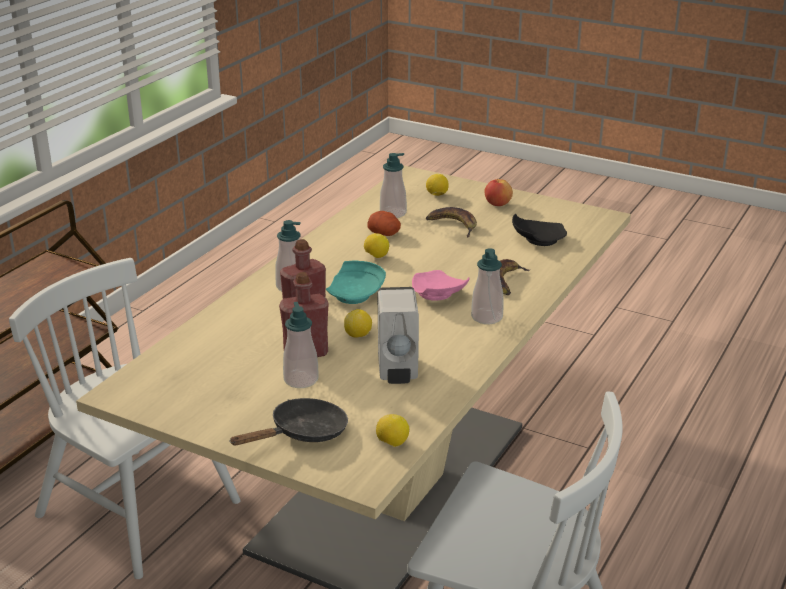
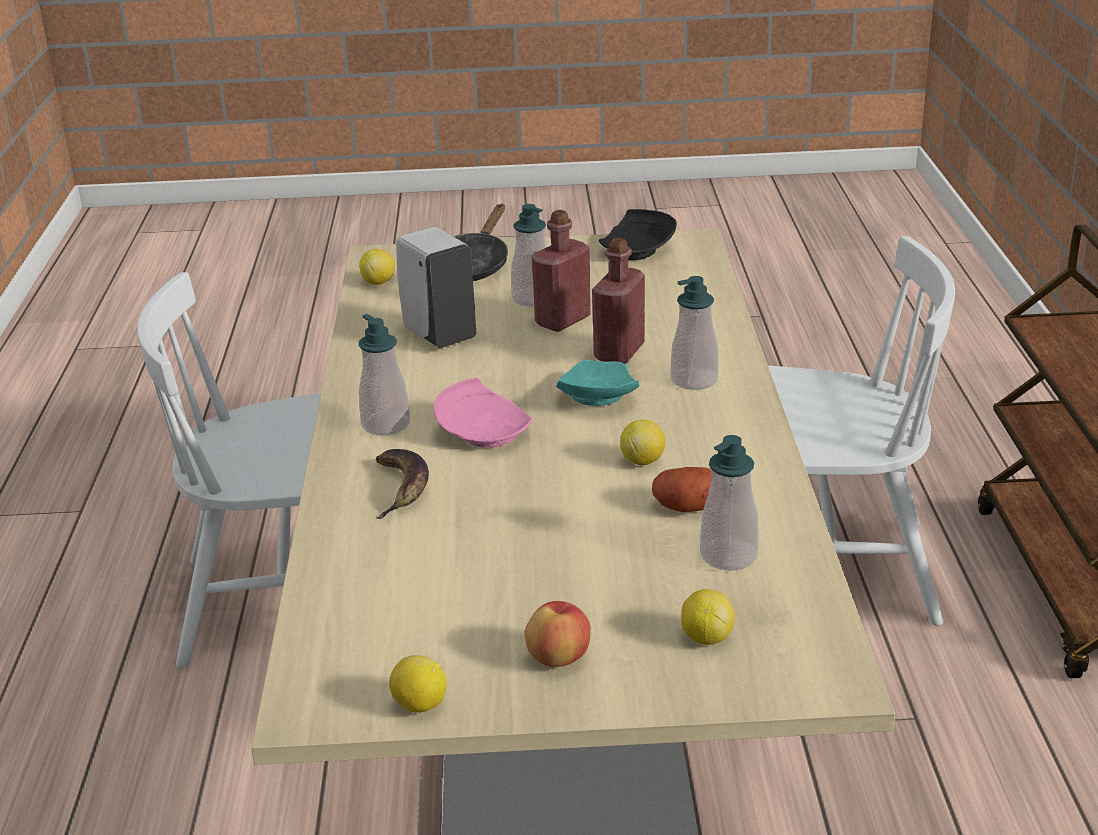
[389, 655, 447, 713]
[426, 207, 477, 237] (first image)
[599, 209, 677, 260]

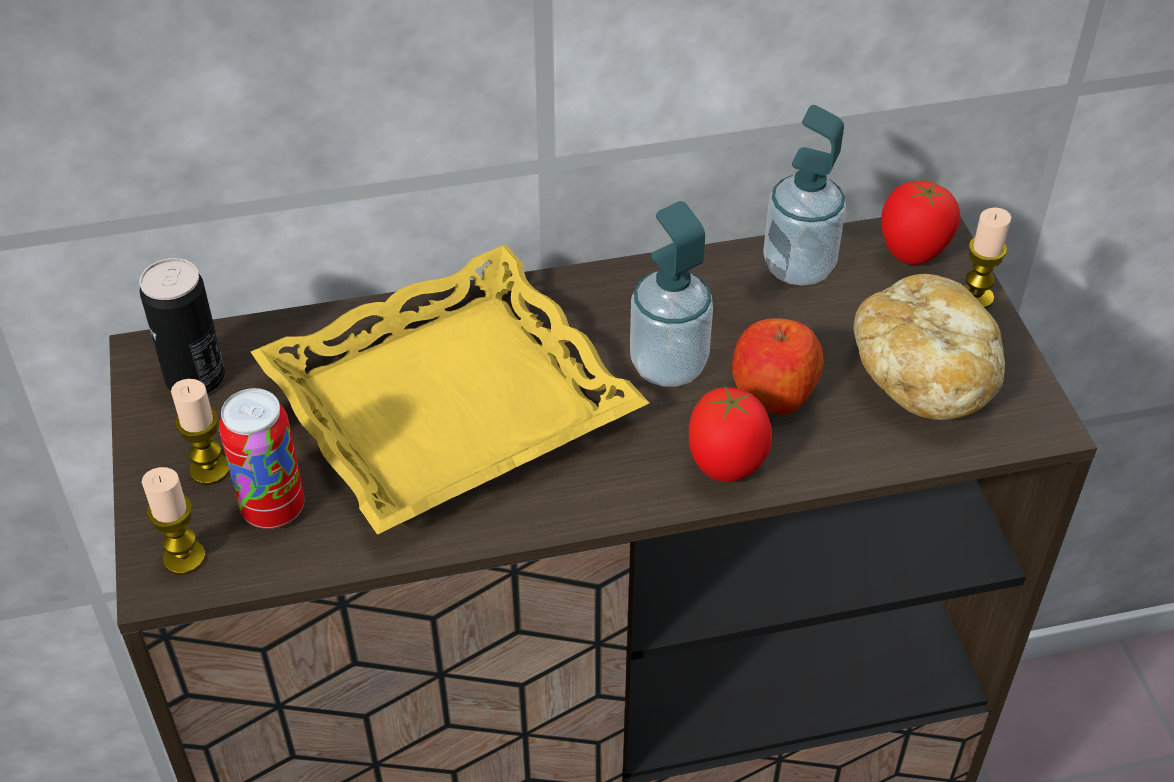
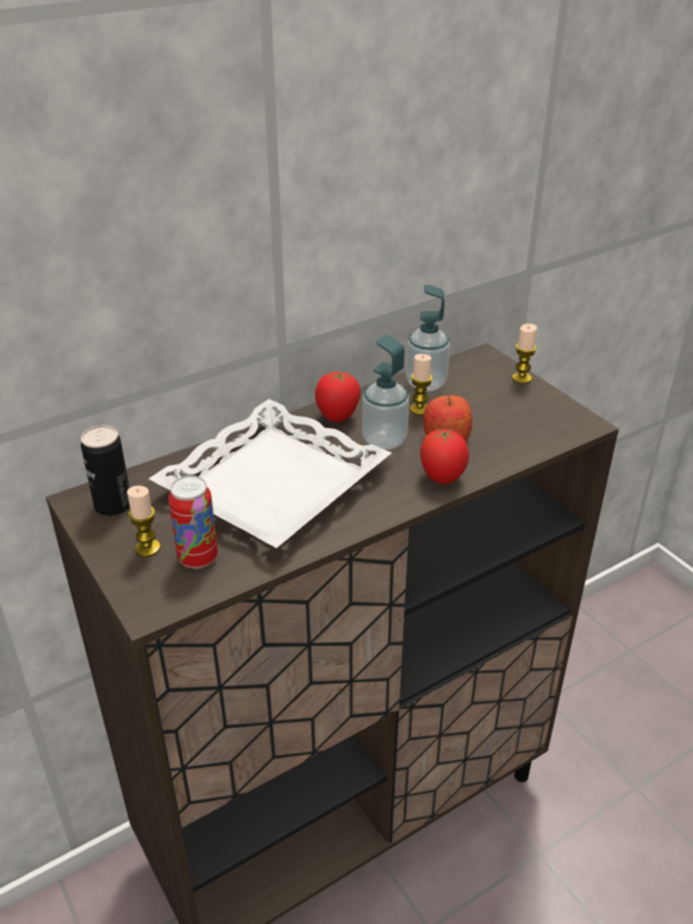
[410, 354, 432, 415]
[149, 399, 391, 548]
[854, 274, 1005, 420] (first image)
[315, 371, 361, 422]

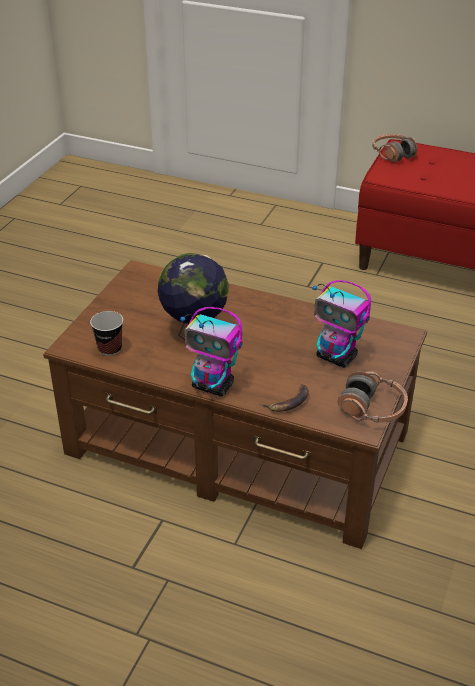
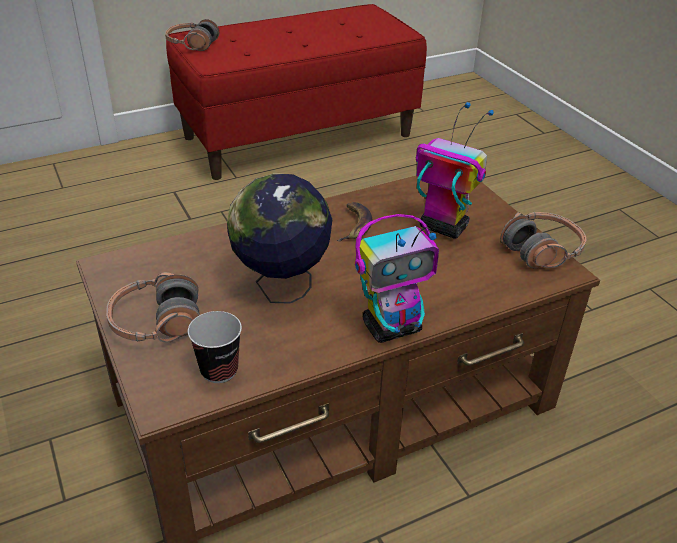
[336, 202, 372, 242]
[416, 102, 494, 239]
[106, 272, 200, 343]

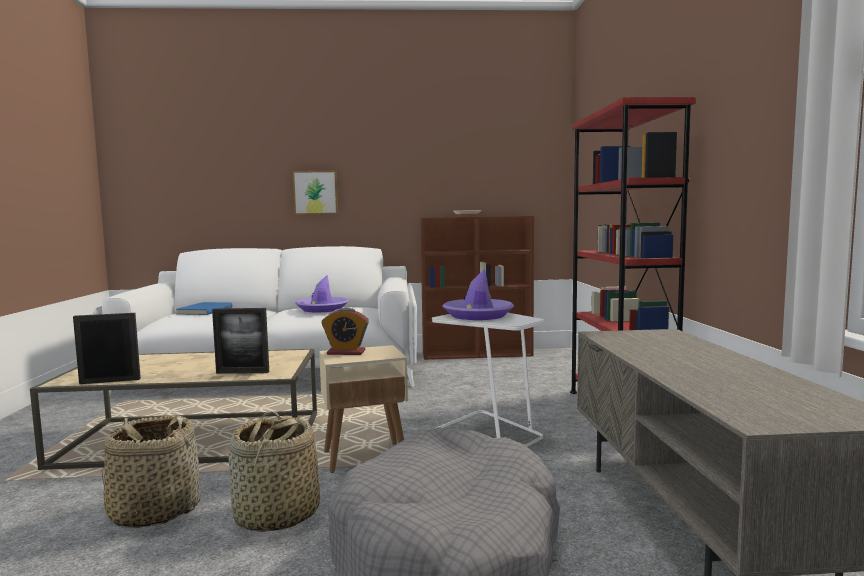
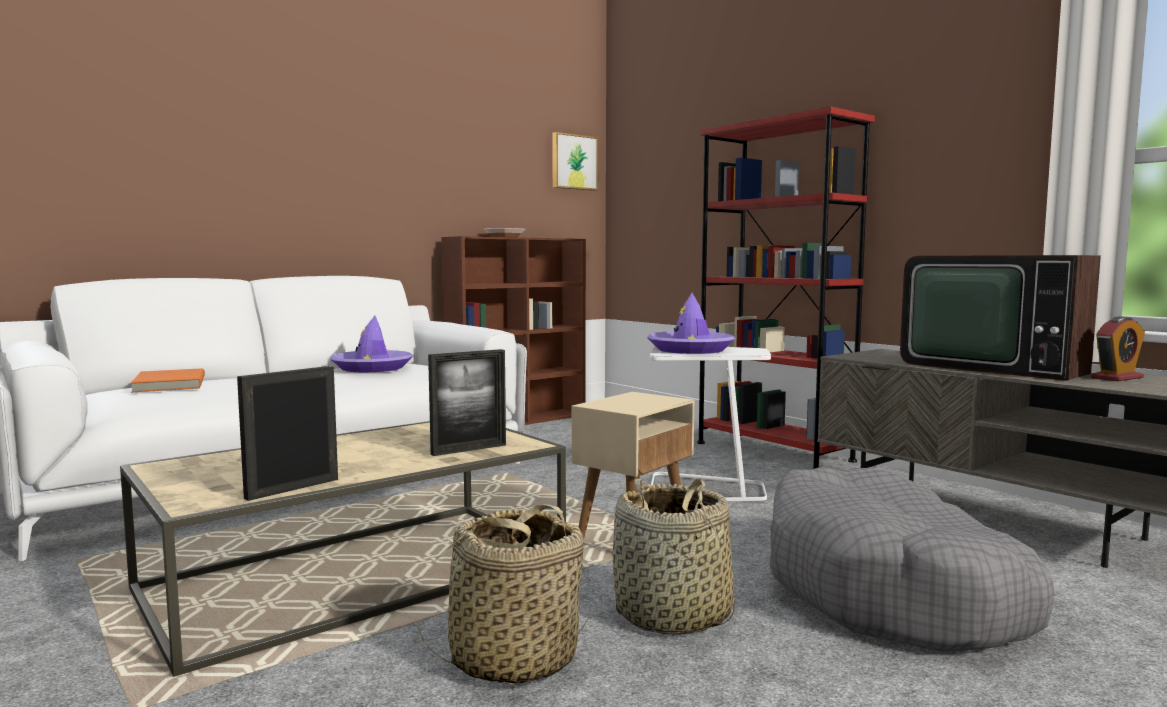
[131, 368, 205, 392]
[552, 132, 598, 191]
[1091, 316, 1145, 381]
[900, 255, 1101, 381]

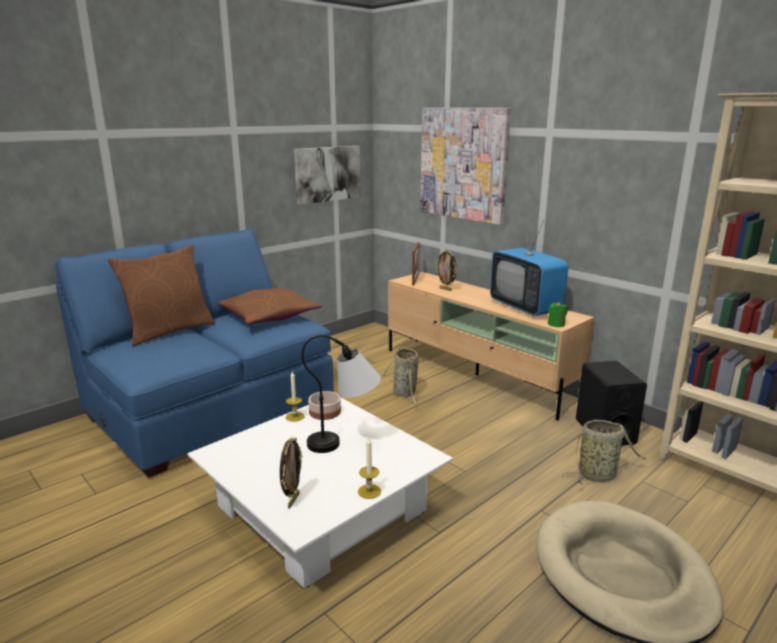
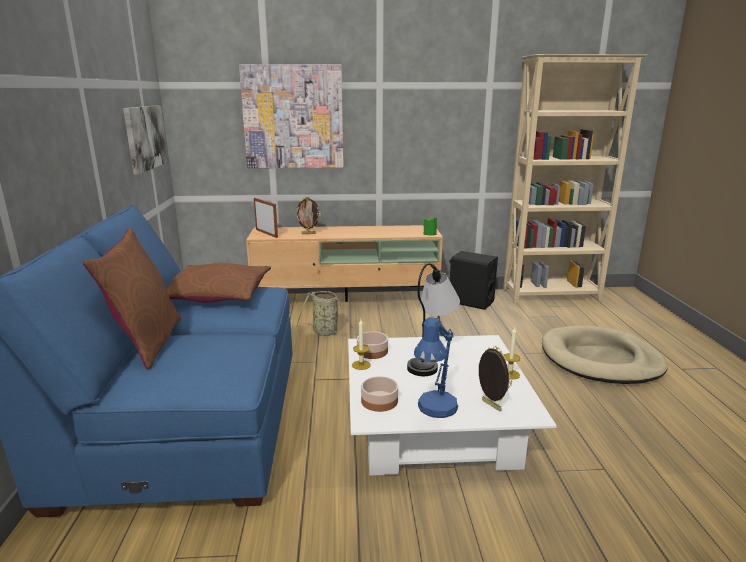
[490, 215, 568, 316] (first image)
[562, 420, 647, 484] (first image)
[361, 376, 398, 412]
[414, 315, 458, 418]

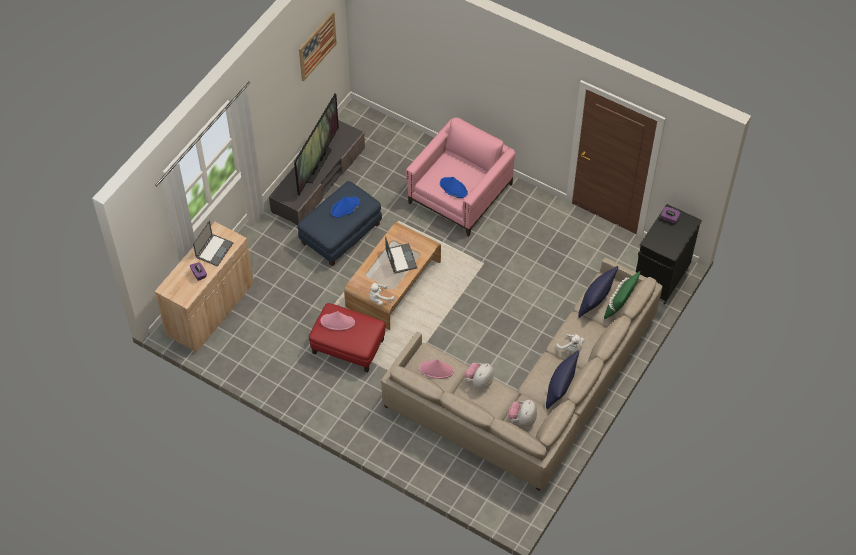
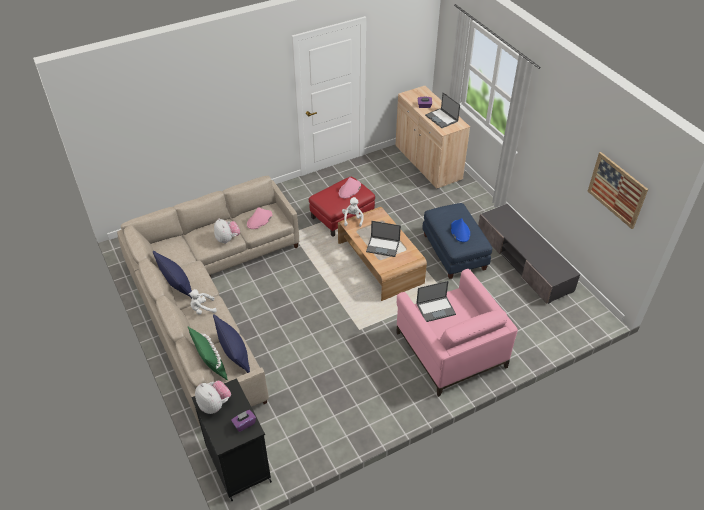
[294, 93, 339, 195] (first image)
[416, 281, 456, 322]
[195, 381, 231, 414]

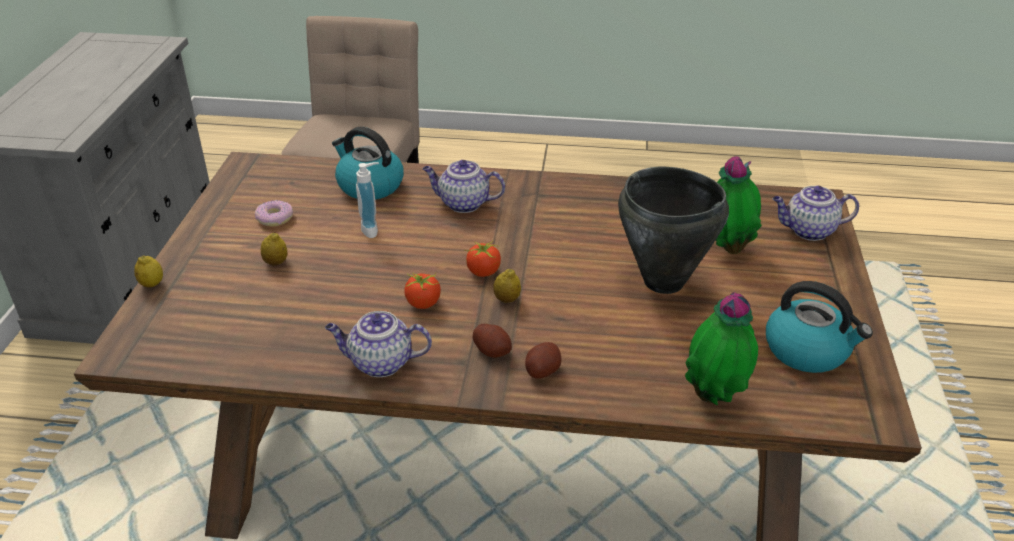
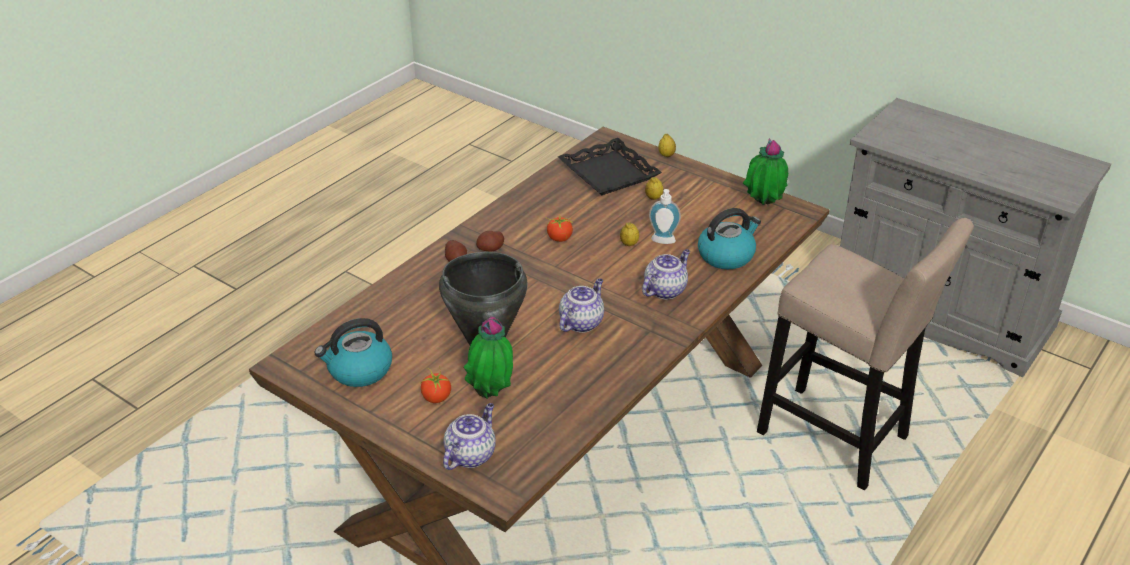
[255, 200, 293, 226] (first image)
[559, 278, 604, 333]
[421, 366, 451, 403]
[620, 222, 639, 246]
[743, 138, 788, 205]
[558, 138, 662, 195]

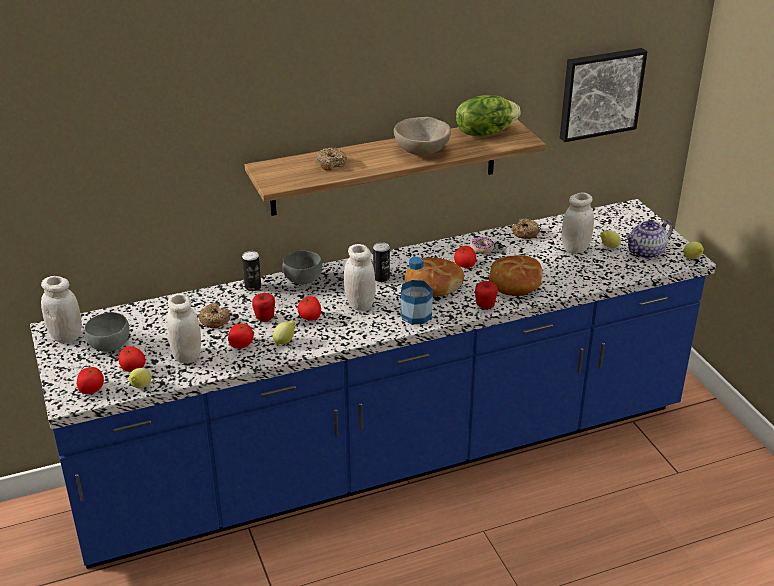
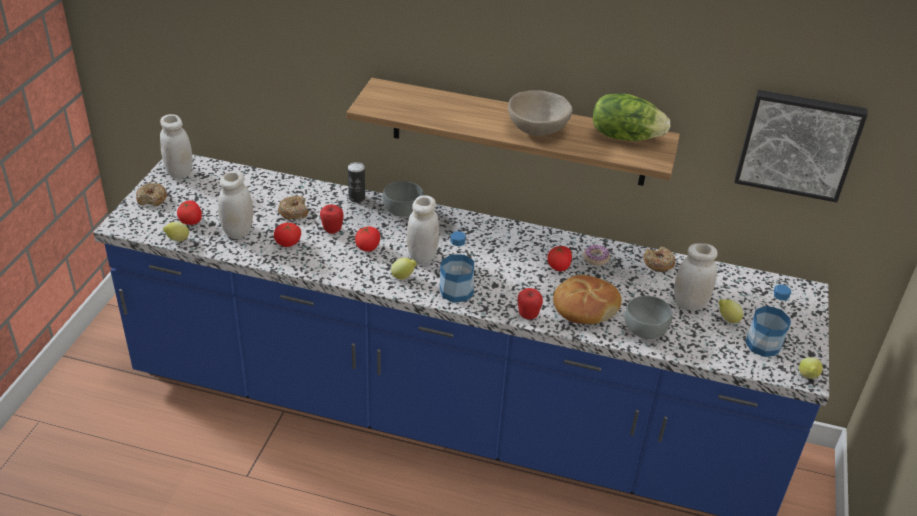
[77, 367, 104, 394] (first image)
[624, 296, 673, 339]
[391, 258, 417, 279]
[136, 183, 167, 207]
[373, 242, 390, 282] (first image)
[404, 257, 464, 297] (first image)
[745, 284, 791, 357]

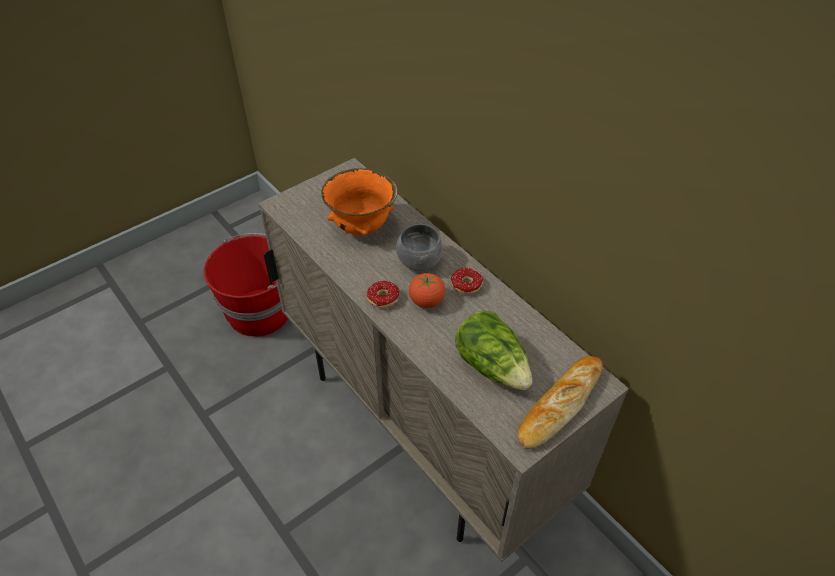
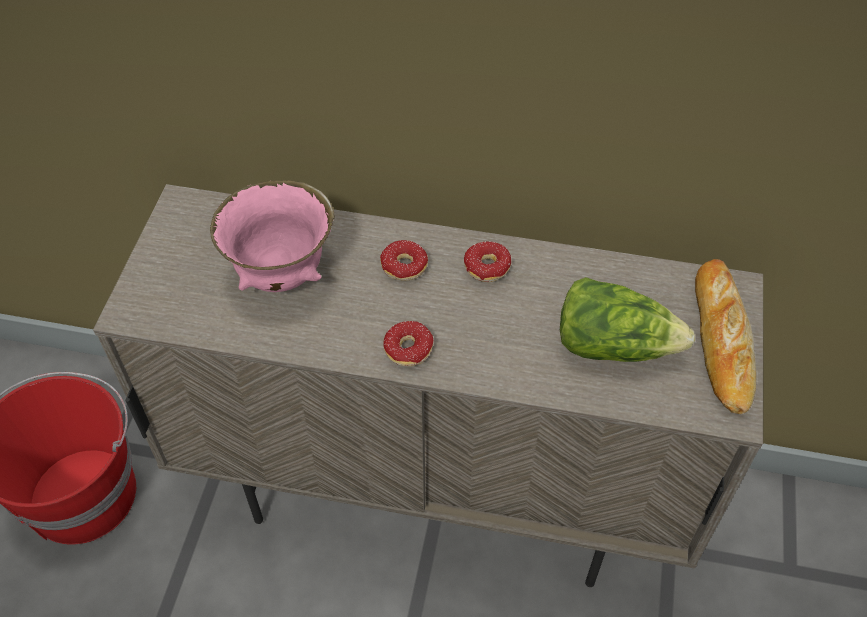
[210, 180, 335, 292]
[380, 240, 428, 281]
[409, 273, 445, 308] (first image)

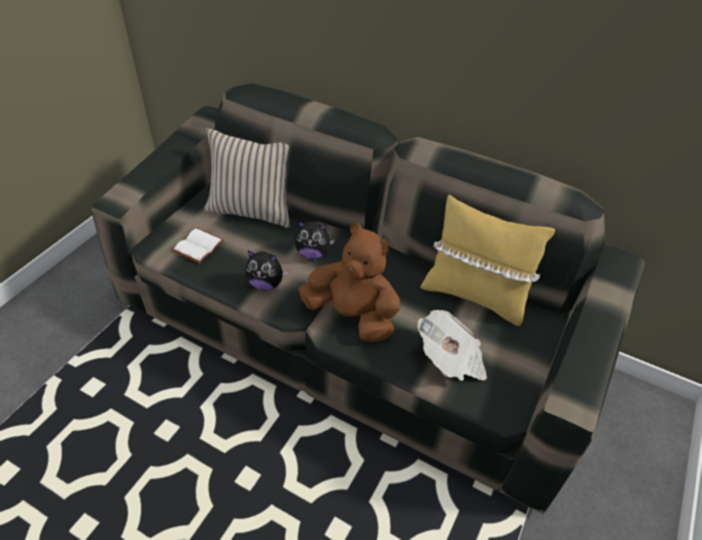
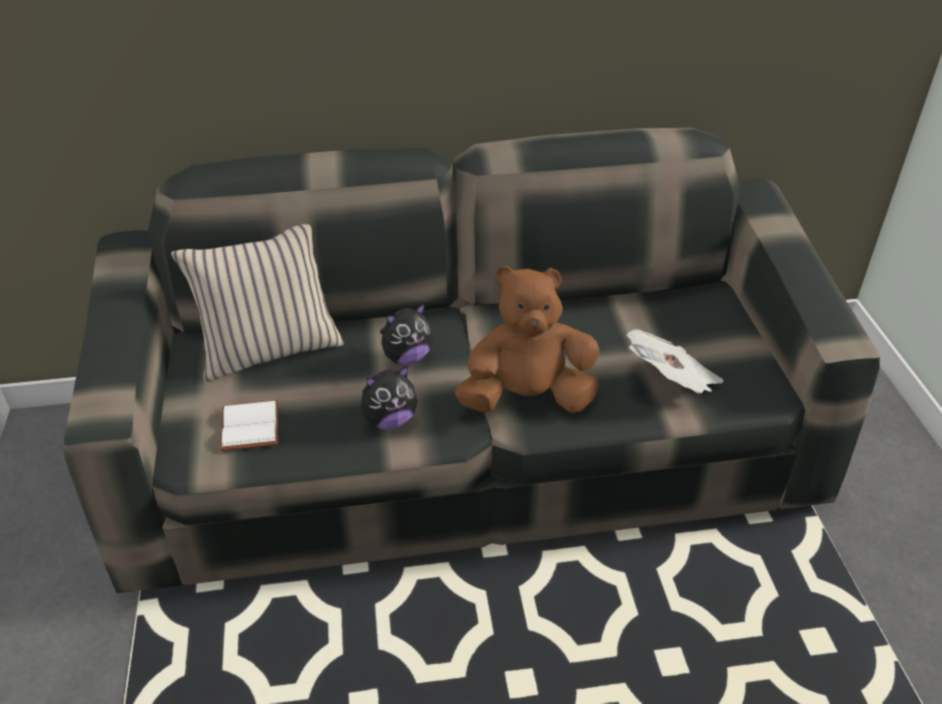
[420, 194, 555, 326] (first image)

